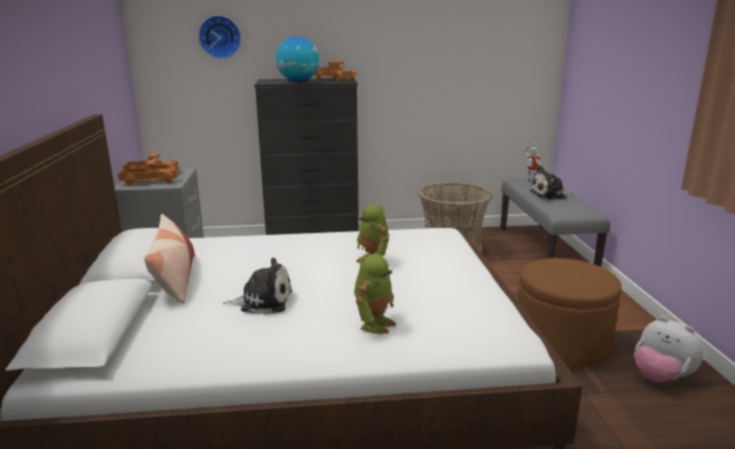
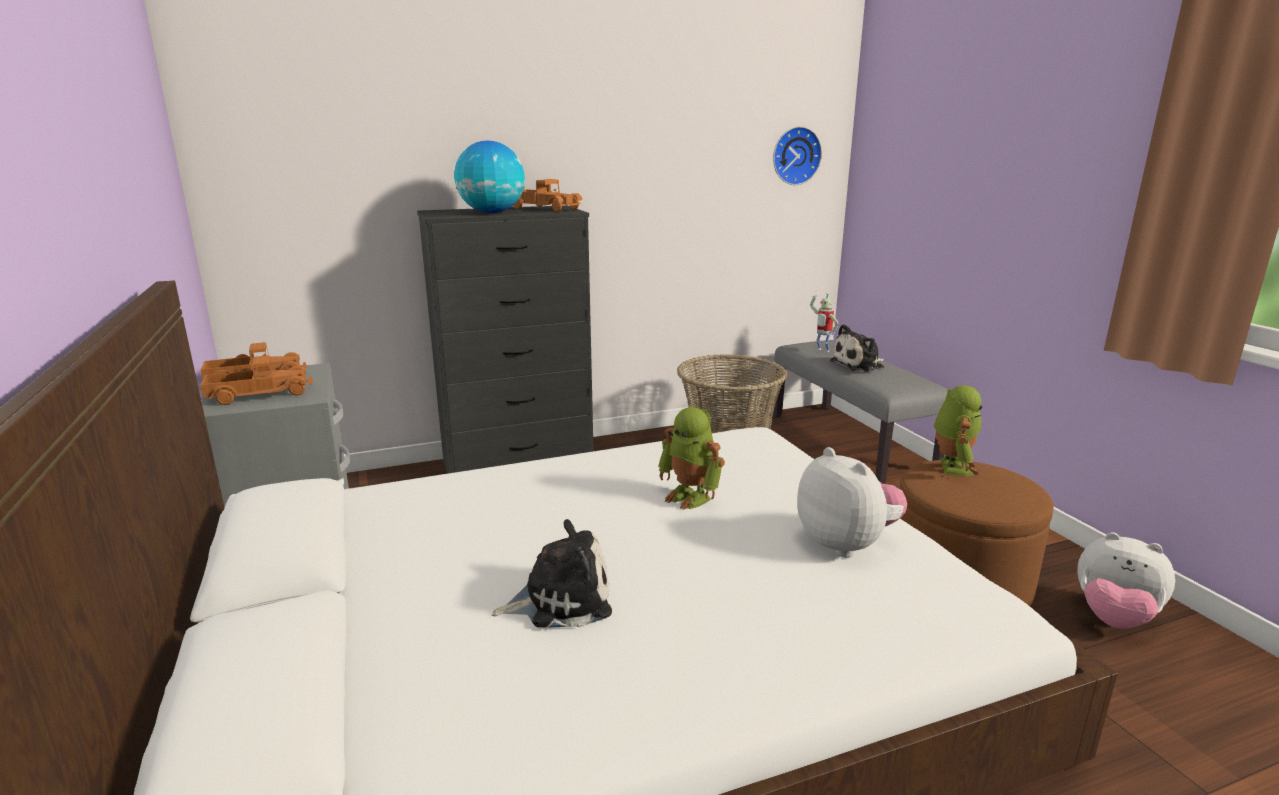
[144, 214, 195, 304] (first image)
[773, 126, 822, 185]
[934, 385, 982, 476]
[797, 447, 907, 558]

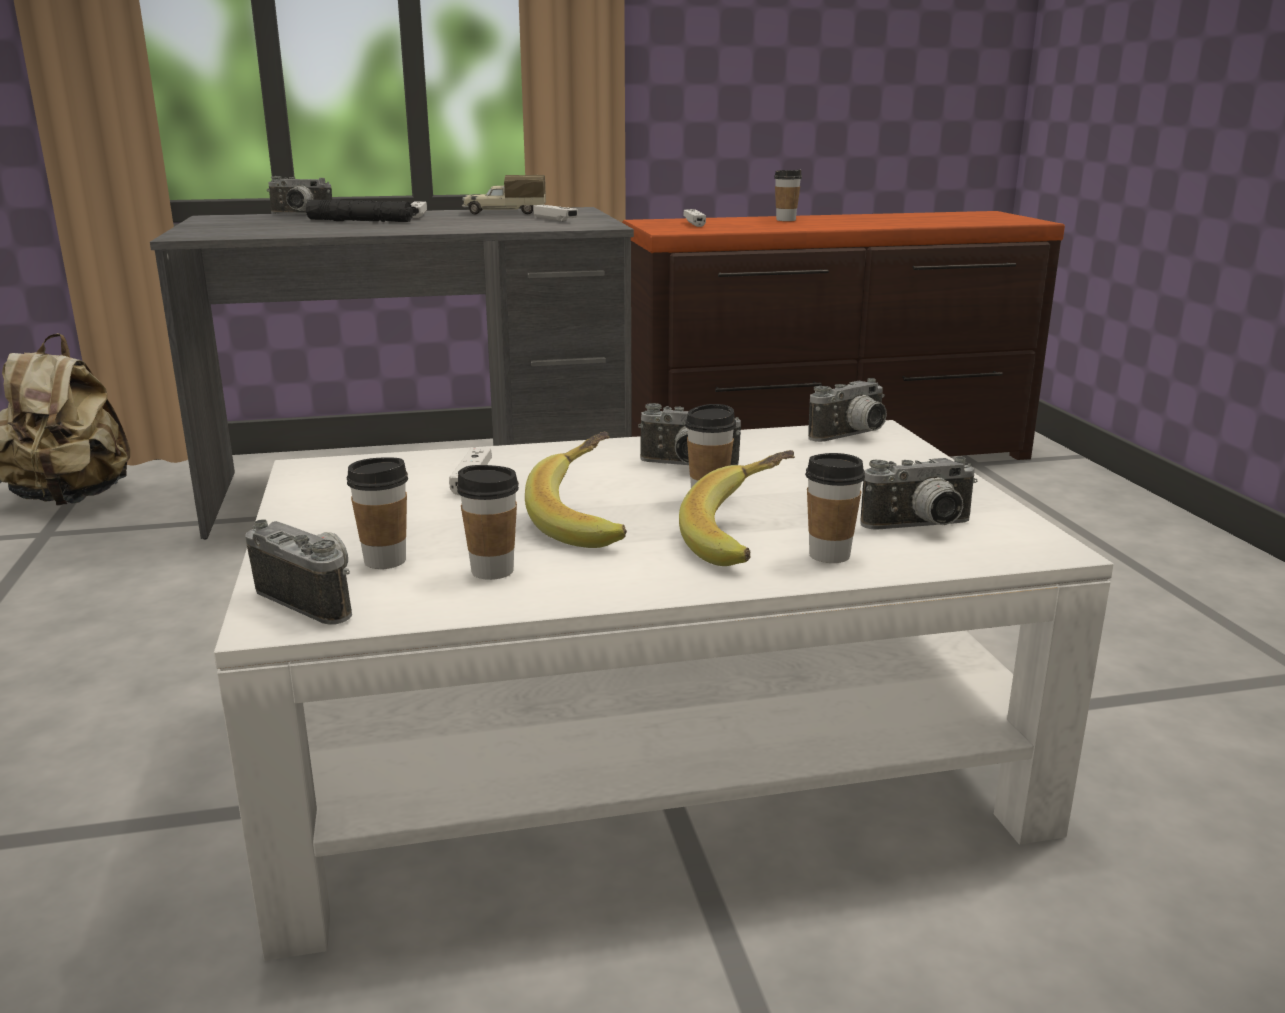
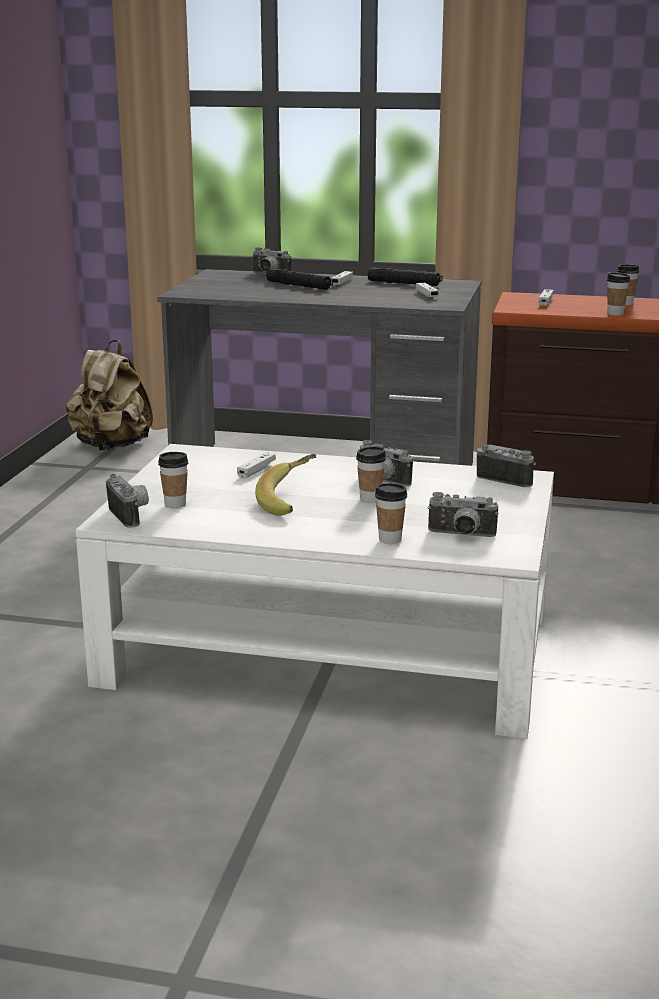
[607, 272, 630, 316]
[368, 268, 443, 286]
[679, 450, 795, 566] (first image)
[477, 444, 536, 487]

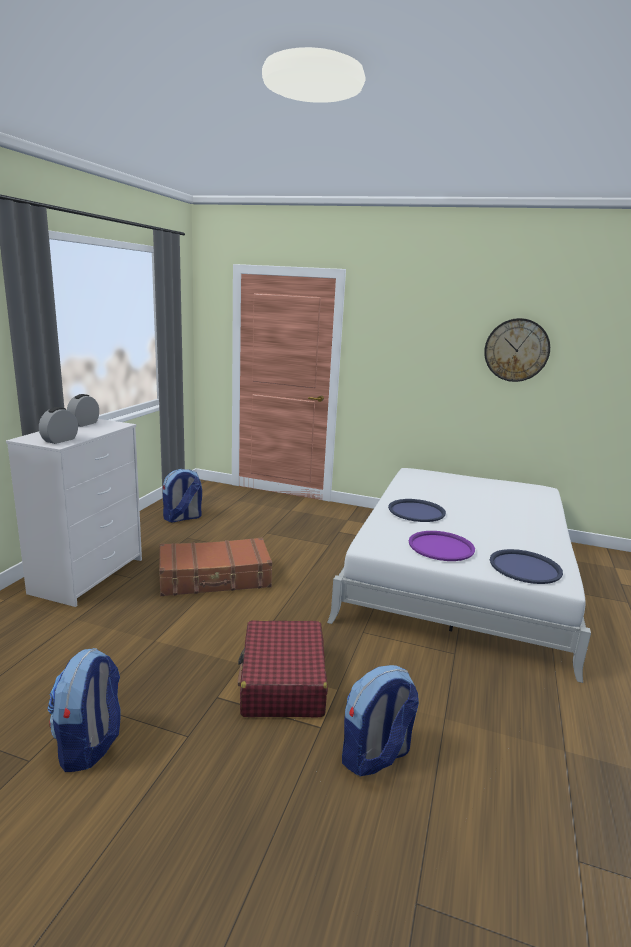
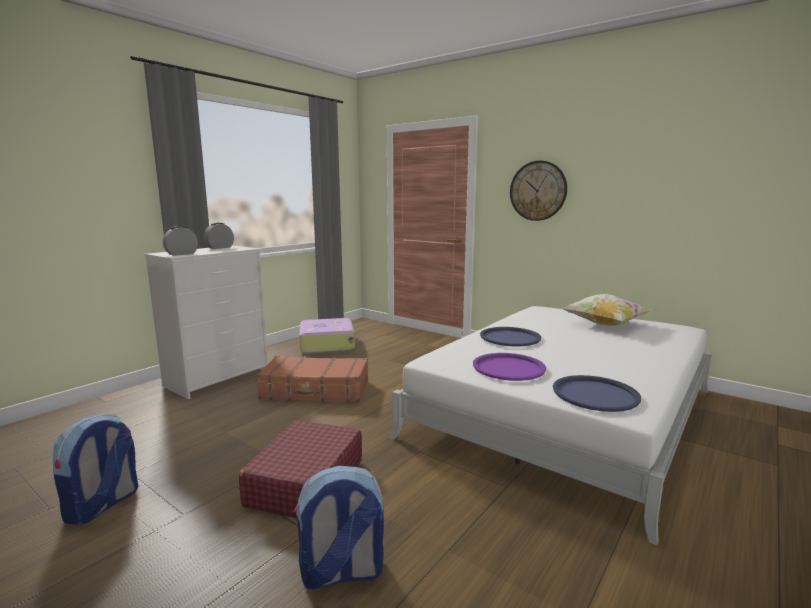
[299, 318, 355, 353]
[510, 161, 567, 221]
[561, 294, 651, 326]

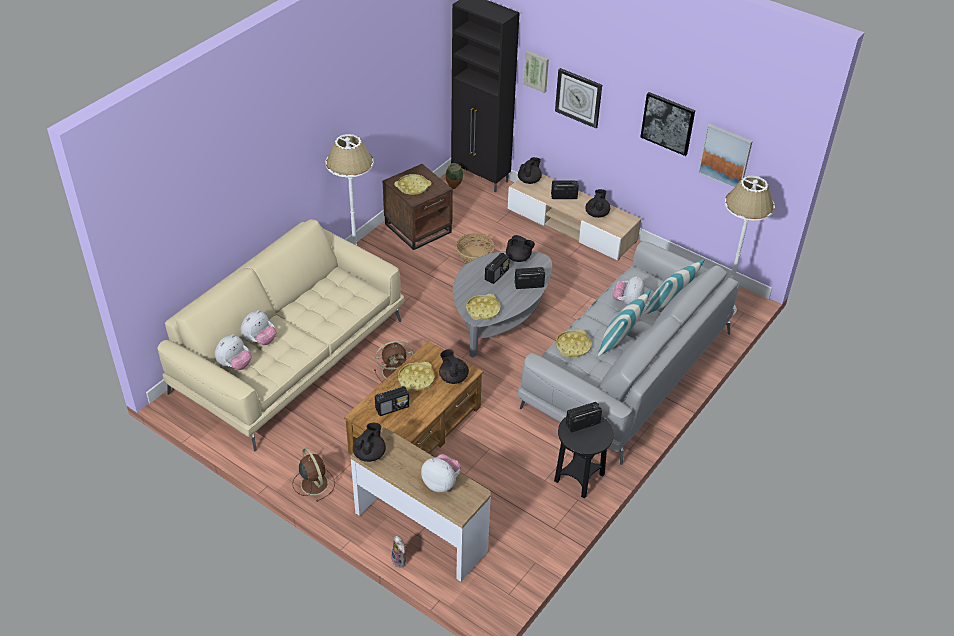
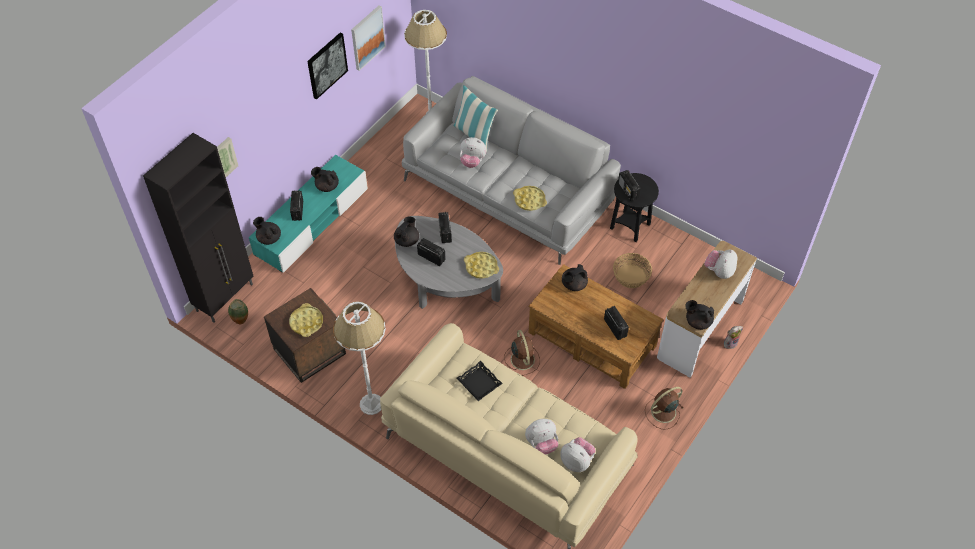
[525, 419, 558, 455]
[398, 362, 435, 391] (first image)
[613, 253, 652, 288]
[249, 155, 368, 273]
[555, 68, 602, 128] (first image)
[598, 290, 651, 356] (first image)
[456, 361, 503, 401]

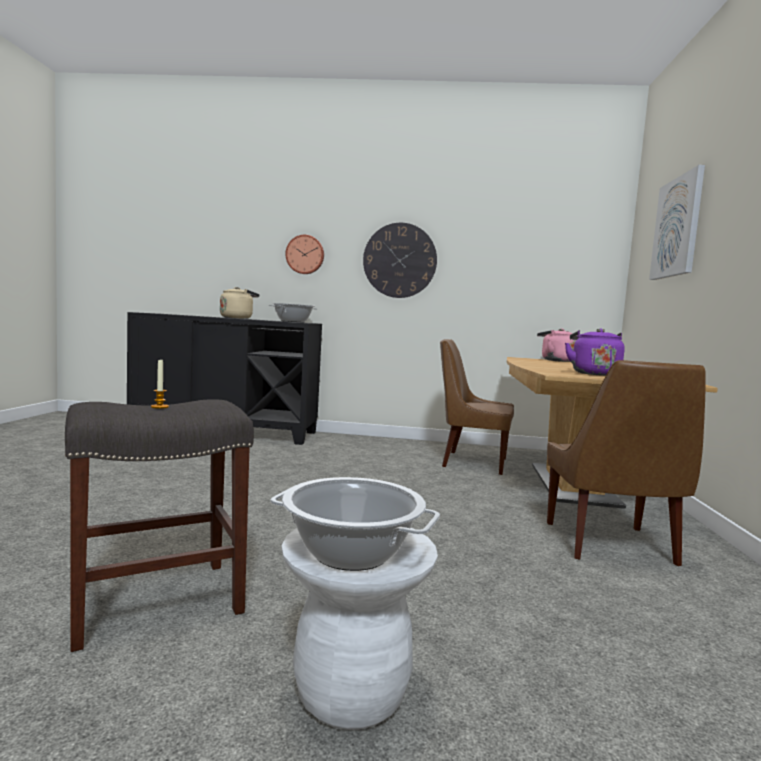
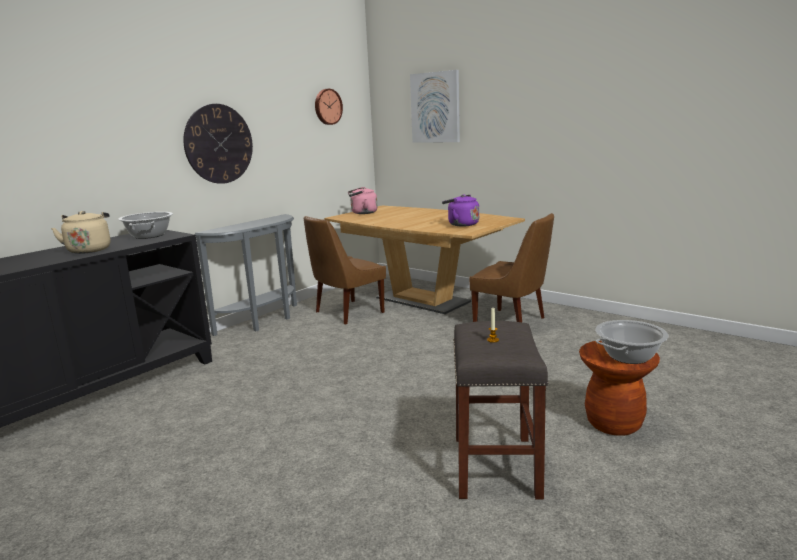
[579, 341, 660, 436]
[315, 89, 343, 125]
[194, 214, 297, 336]

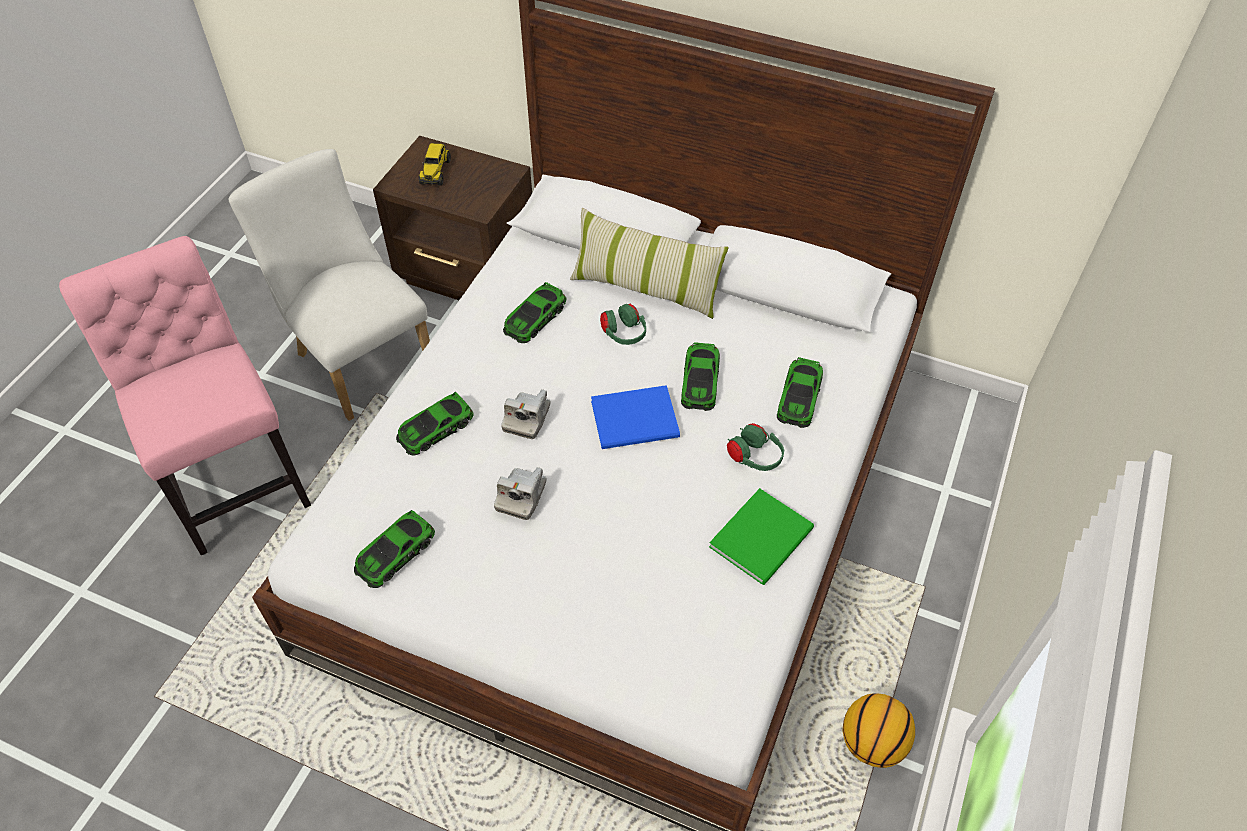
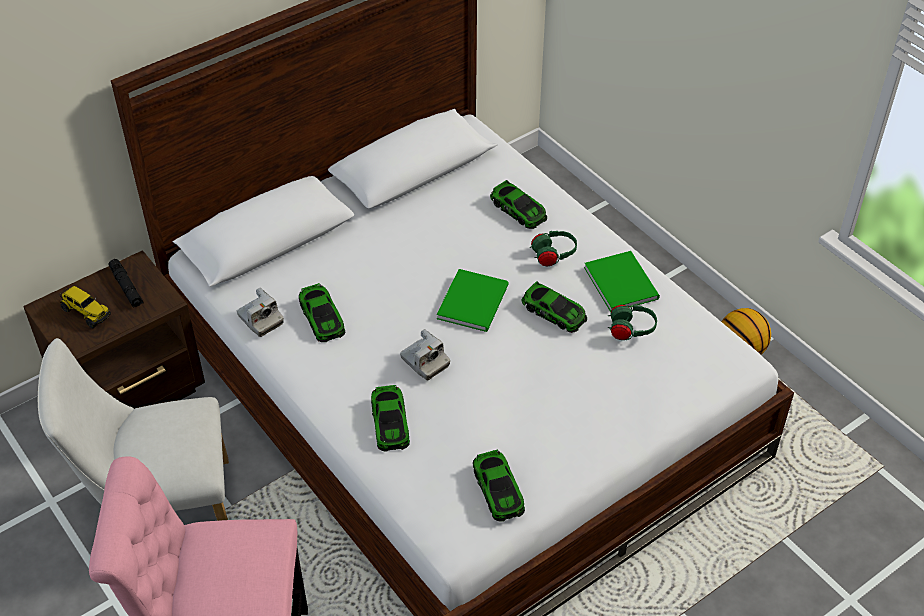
[237, 288, 284, 337]
[570, 208, 729, 319] (first image)
[437, 269, 508, 332]
[608, 304, 657, 340]
[521, 281, 587, 333]
[109, 259, 143, 307]

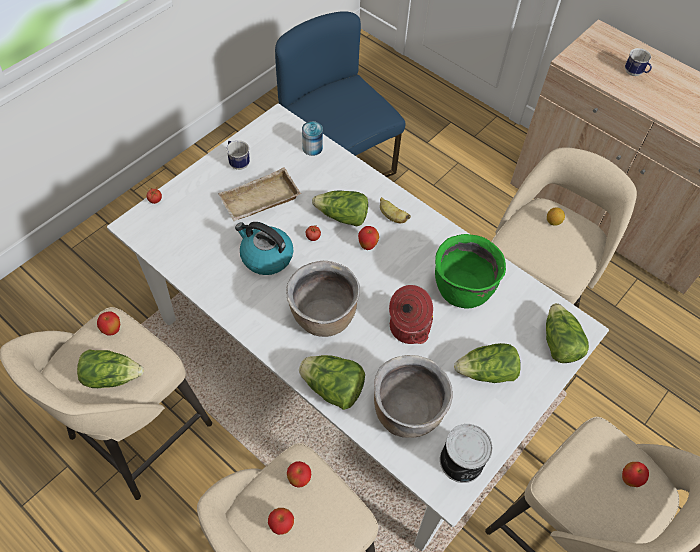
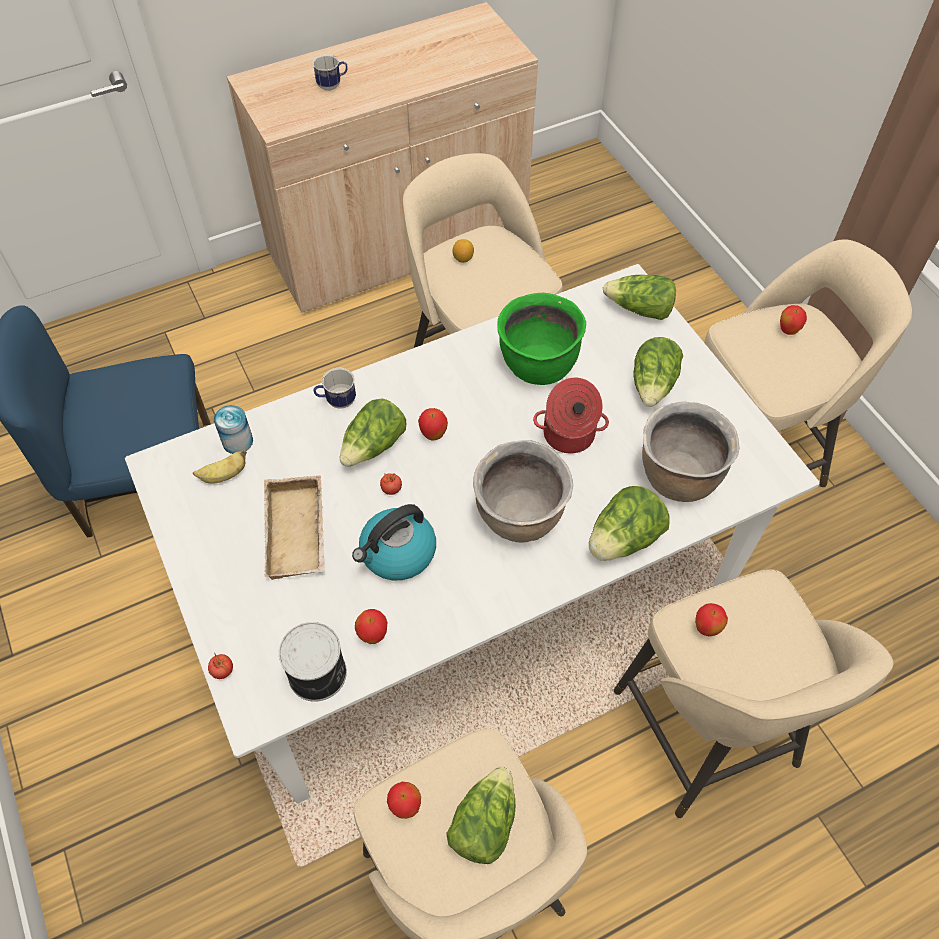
[314, 367, 356, 409]
[355, 609, 387, 644]
[193, 449, 247, 484]
[279, 622, 347, 702]

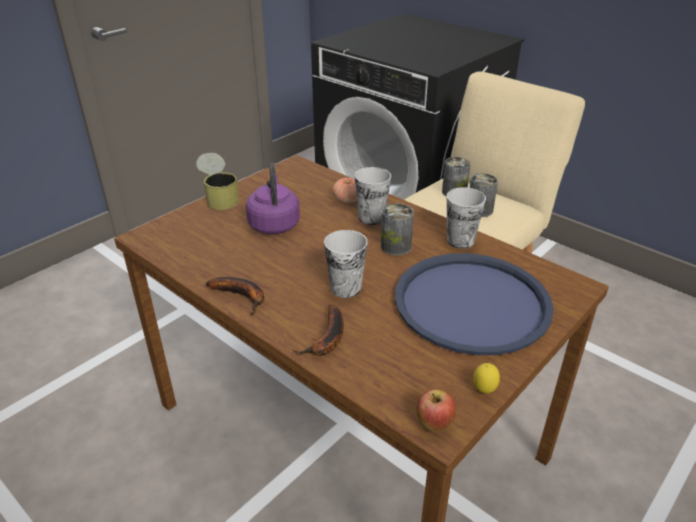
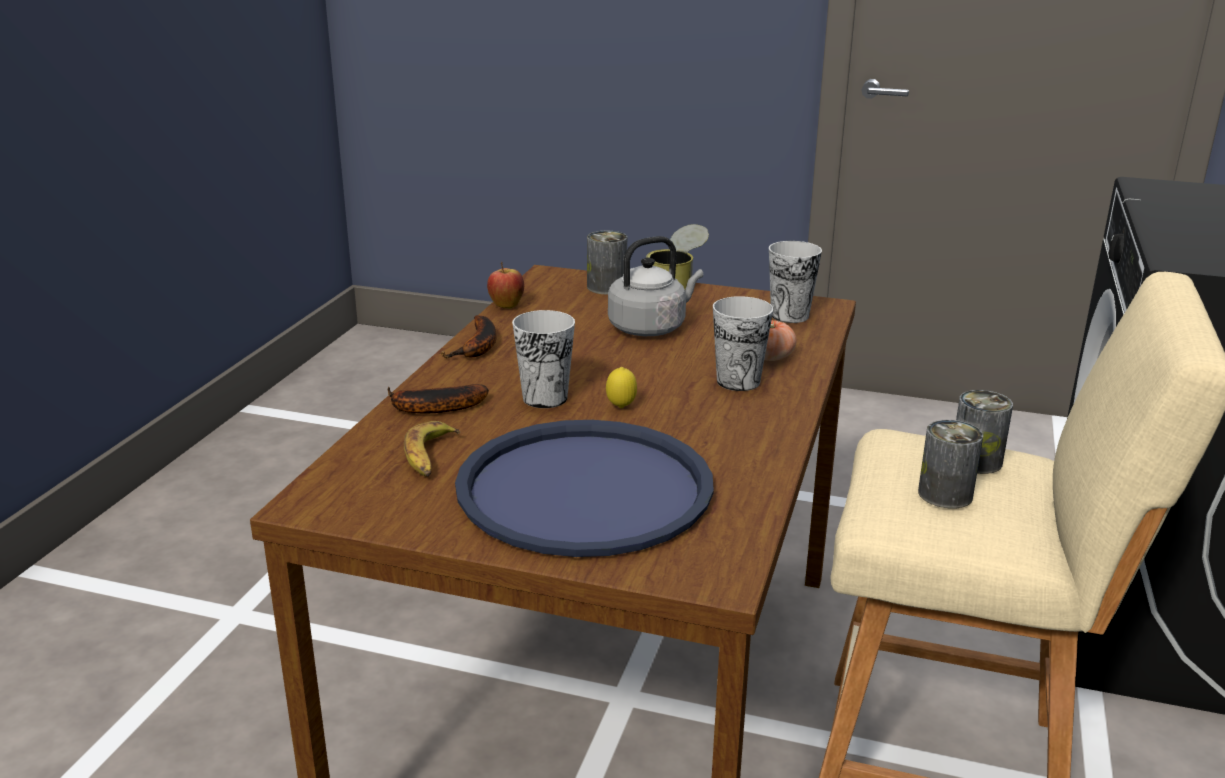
[608, 236, 703, 336]
[587, 231, 627, 294]
[487, 262, 524, 309]
[769, 241, 822, 323]
[606, 367, 637, 408]
[404, 421, 460, 477]

